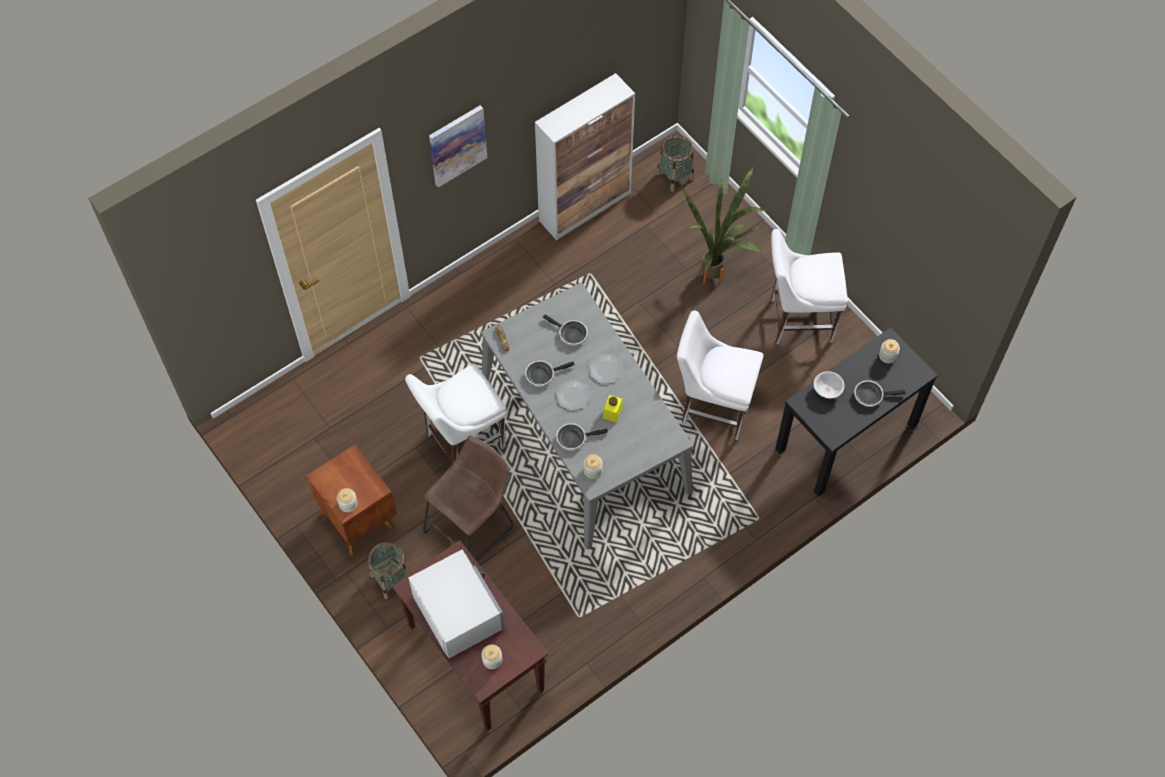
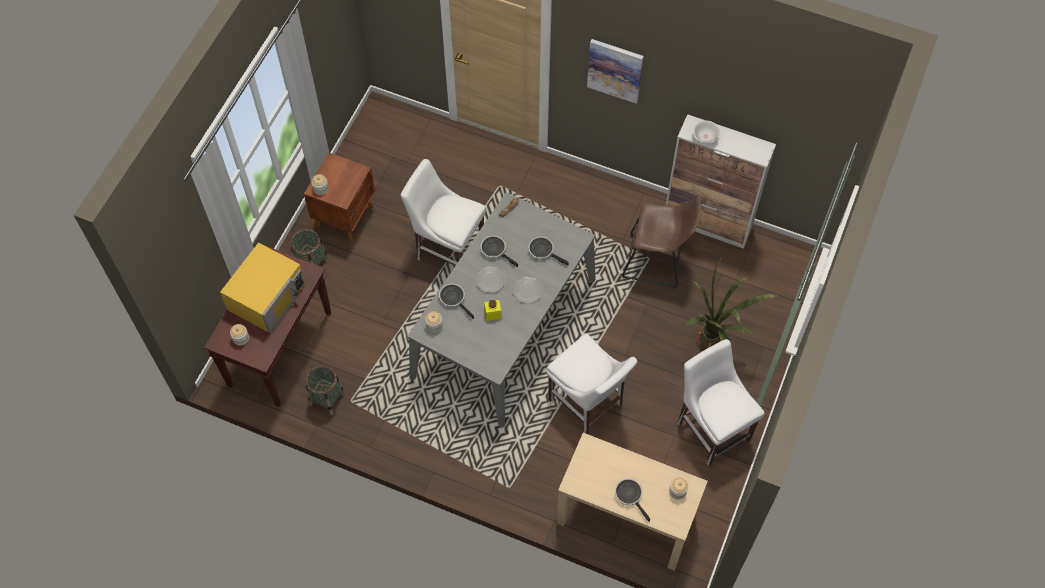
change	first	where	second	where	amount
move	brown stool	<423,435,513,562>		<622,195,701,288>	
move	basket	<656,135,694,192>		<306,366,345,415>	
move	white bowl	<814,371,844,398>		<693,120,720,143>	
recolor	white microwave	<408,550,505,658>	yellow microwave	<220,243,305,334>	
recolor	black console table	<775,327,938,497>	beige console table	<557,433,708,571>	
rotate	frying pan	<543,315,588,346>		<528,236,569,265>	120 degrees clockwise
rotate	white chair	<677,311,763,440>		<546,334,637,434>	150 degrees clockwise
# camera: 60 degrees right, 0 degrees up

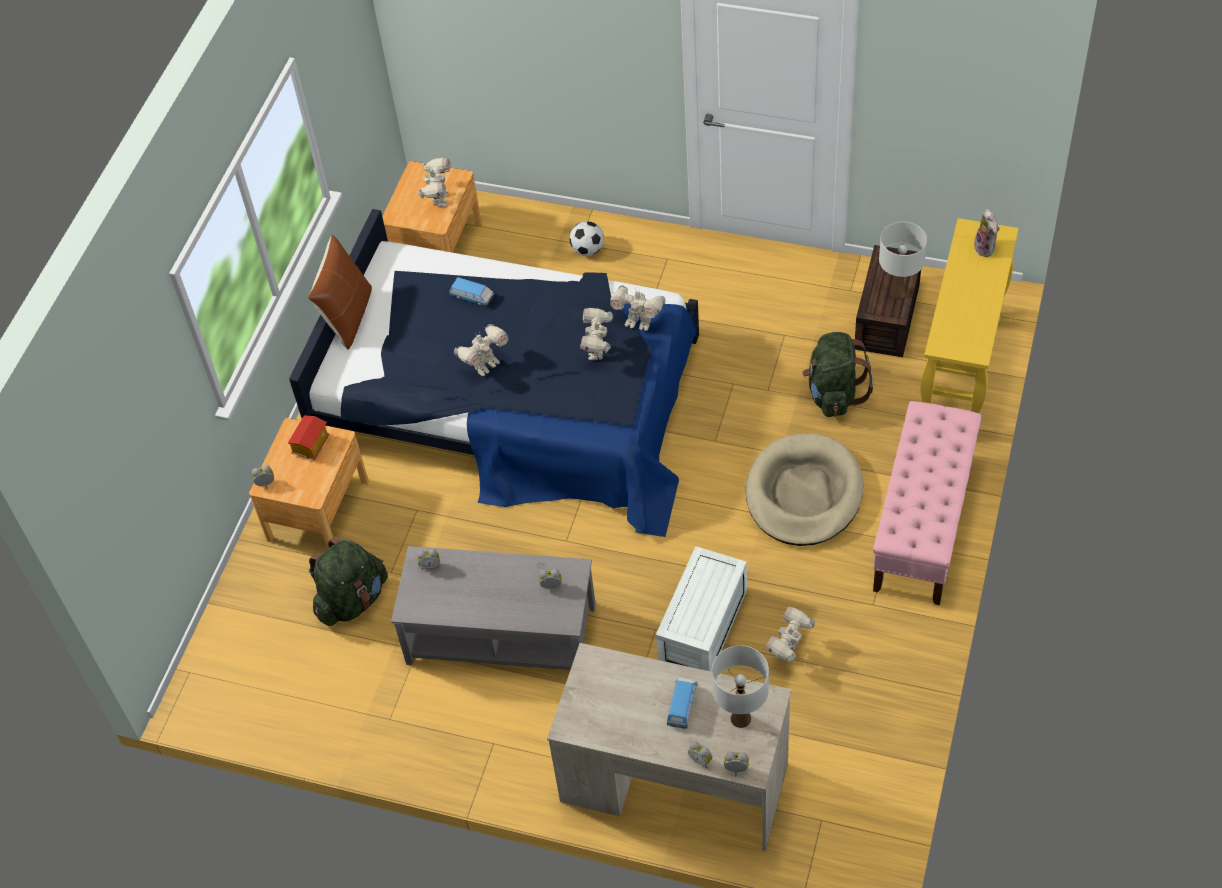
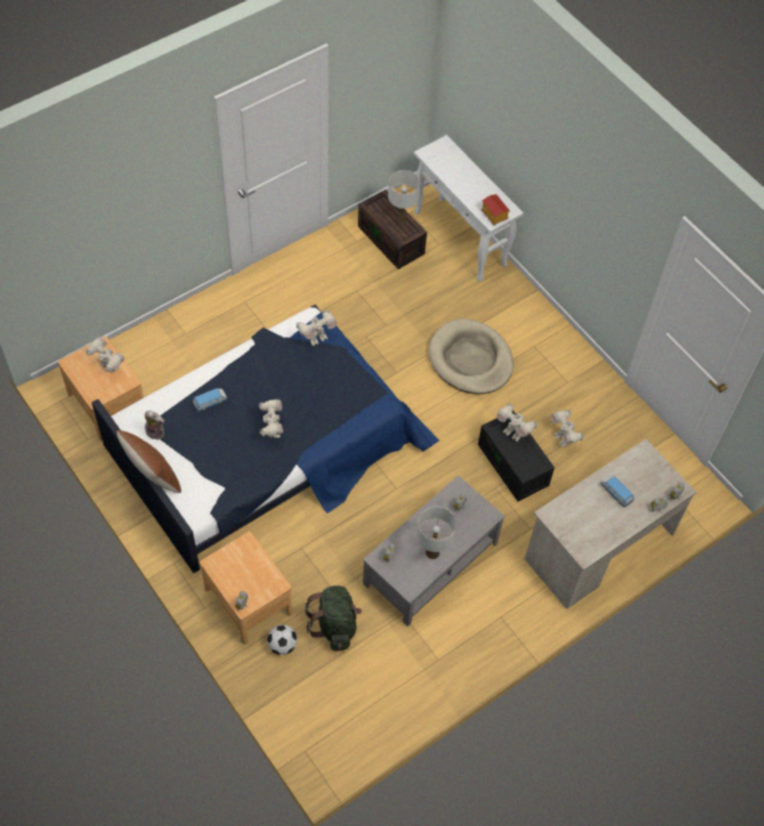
change	first	where	second	where	amount
delete	green backpack	<802,332,874,417>			
delete	pink bench	<873,401,981,605>			
move	toy house	<288,415,330,460>		<481,194,510,225>	
move	football	<570,221,604,256>		<267,625,297,655>	
move	toy robot	<580,308,613,360>		<497,404,537,441>	
move	white table lamp	<712,645,769,728>		<417,507,456,559>	
move	plush toy	<974,209,1000,257>		<145,411,165,440>	
recolor	white storage box	<656,546,747,672>	black storage box	<478,411,555,502>	
recolor	yellow console table	<920,218,1019,413>	white console table	<414,135,523,282>	
# camera: 60 degrees left, 5 degrees up

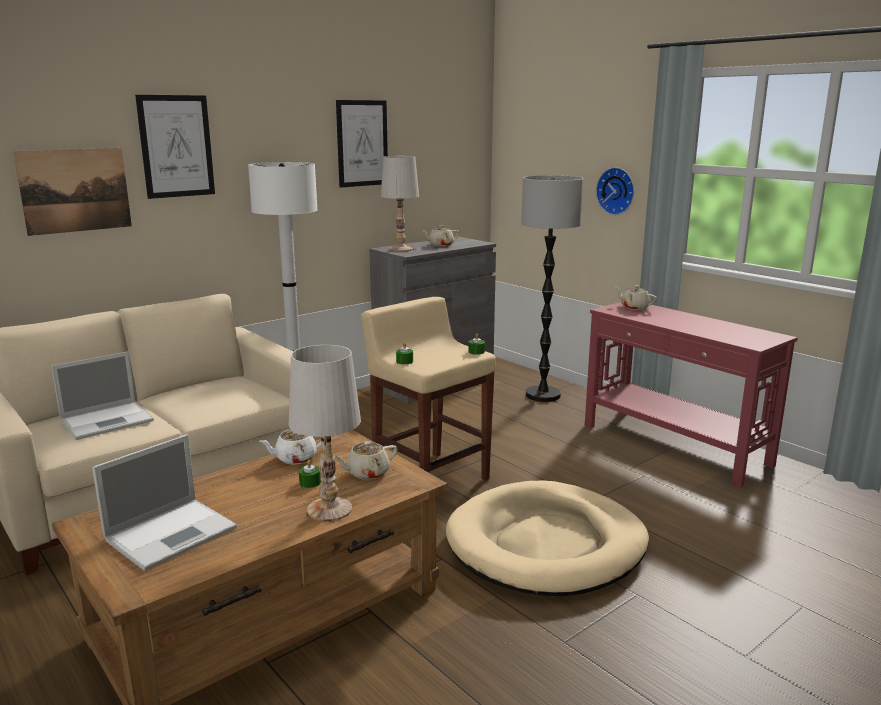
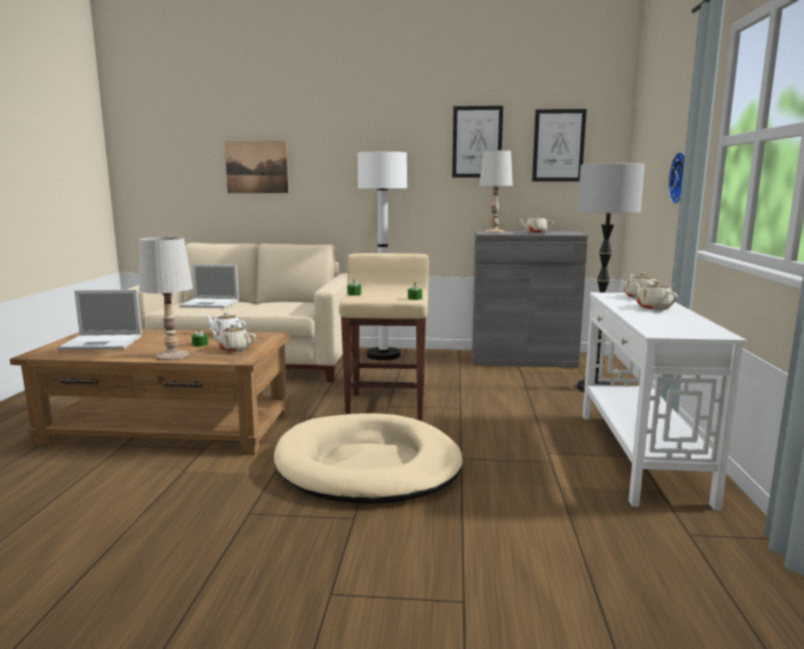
change	first	where	second	where	amount
insert			beige teapot	<634,281,678,310>	
move	picture	<135,95,215,199>		<532,109,587,181>	
recolor	red console table	<585,302,798,487>	white console table	<583,292,747,511>	
# camera: 45 degrees right, 5 degrees down

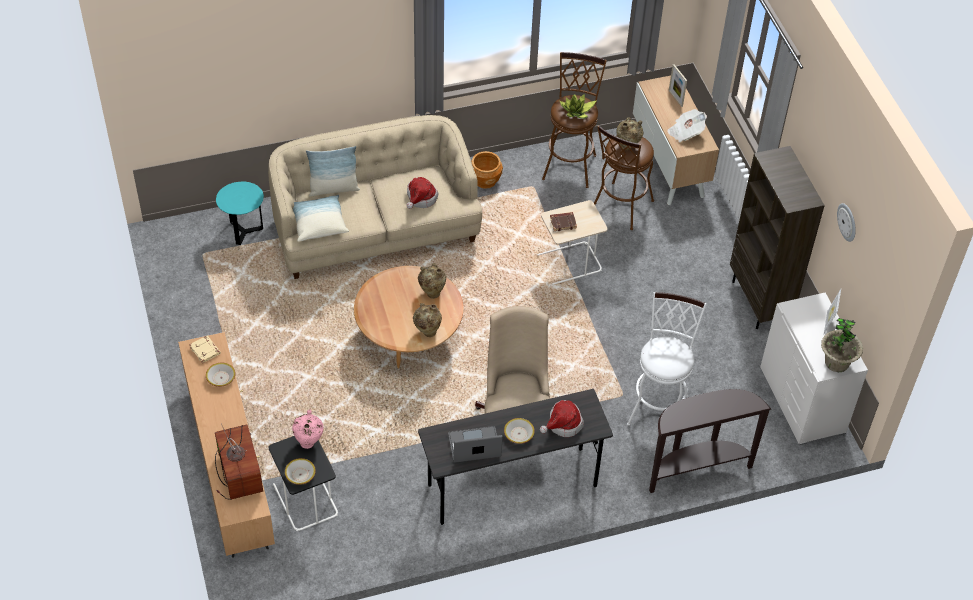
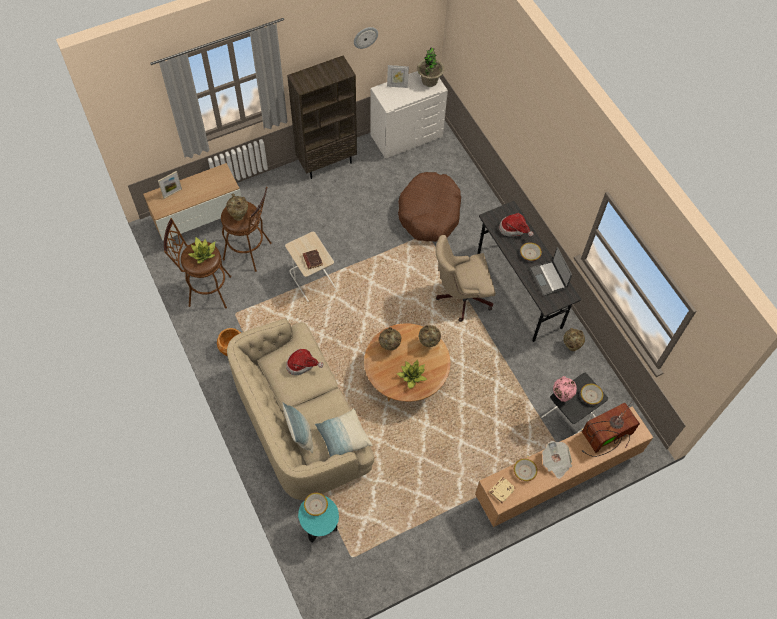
change	first	where	second	where	amount
delete	brown console table	<649,389,771,493>			
insert			bowl	<304,493,328,516>	
insert			potted plant	<397,360,427,389>	
insert			beige vase	<563,328,585,351>	
move	newspaper	<667,109,707,142>		<542,441,572,479>	
replace	white stool	<627,292,706,426>	brown dog bed	<398,172,461,242>	
# camera: 100 degrees left, 10 degrees up

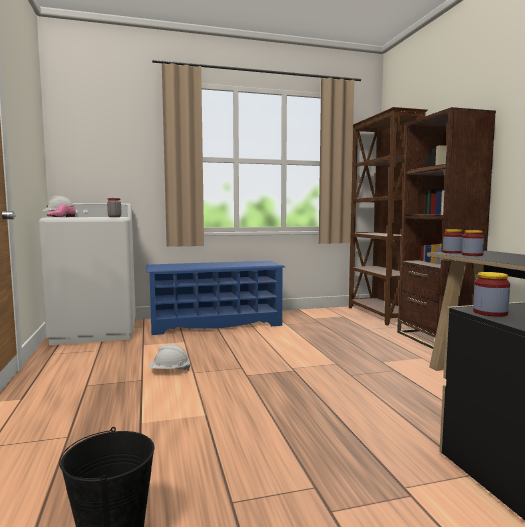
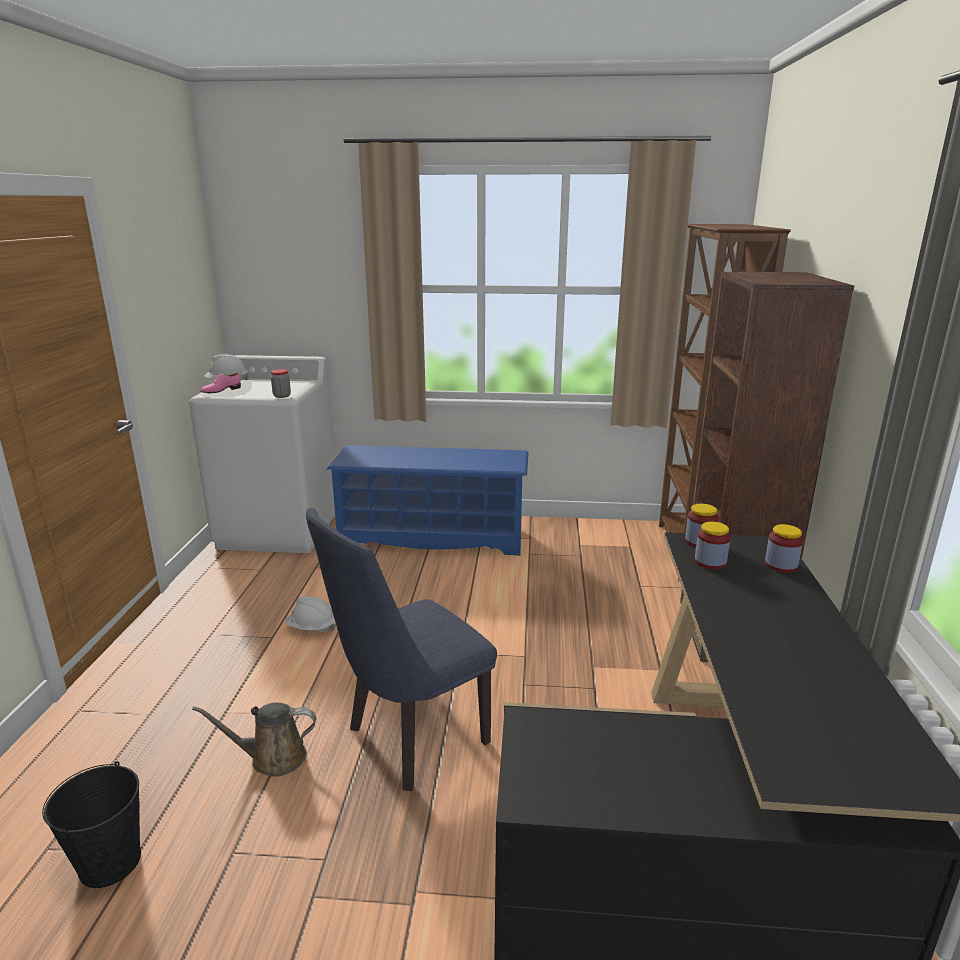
change	first	where	second	where	amount
insert			brown watering can	<192,702,317,777>	
insert			blue chair	<306,508,497,791>	
move	jar	<473,272,510,317>		<765,524,803,573>	
# camera: 20 degrees right, 15 degrees up

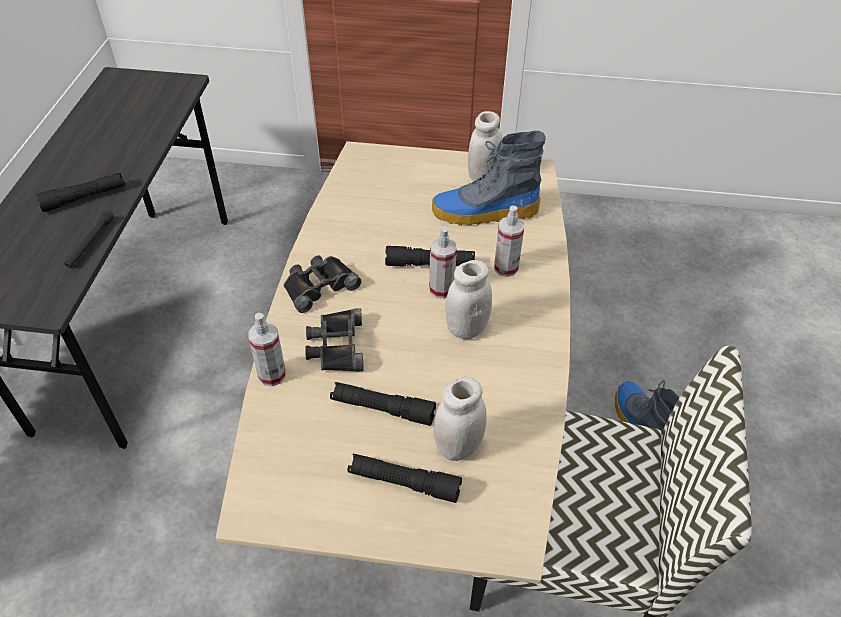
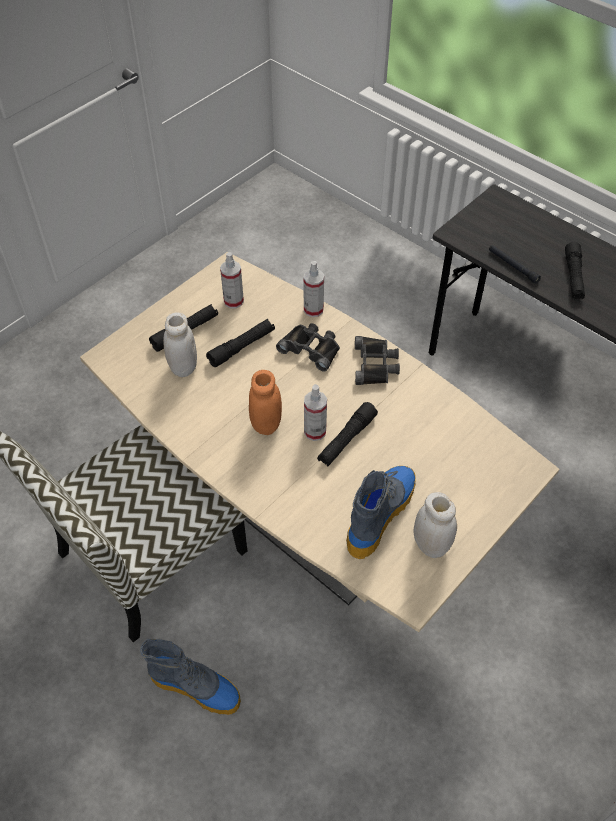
change	first	where	second	where	amount
move	spray bottle	<494,206,524,277>		<220,252,244,308>	
recolor	white jar	<446,260,492,339>	orange jar	<249,370,282,435>	
# camera: 125 degrees right, 5 degrees up

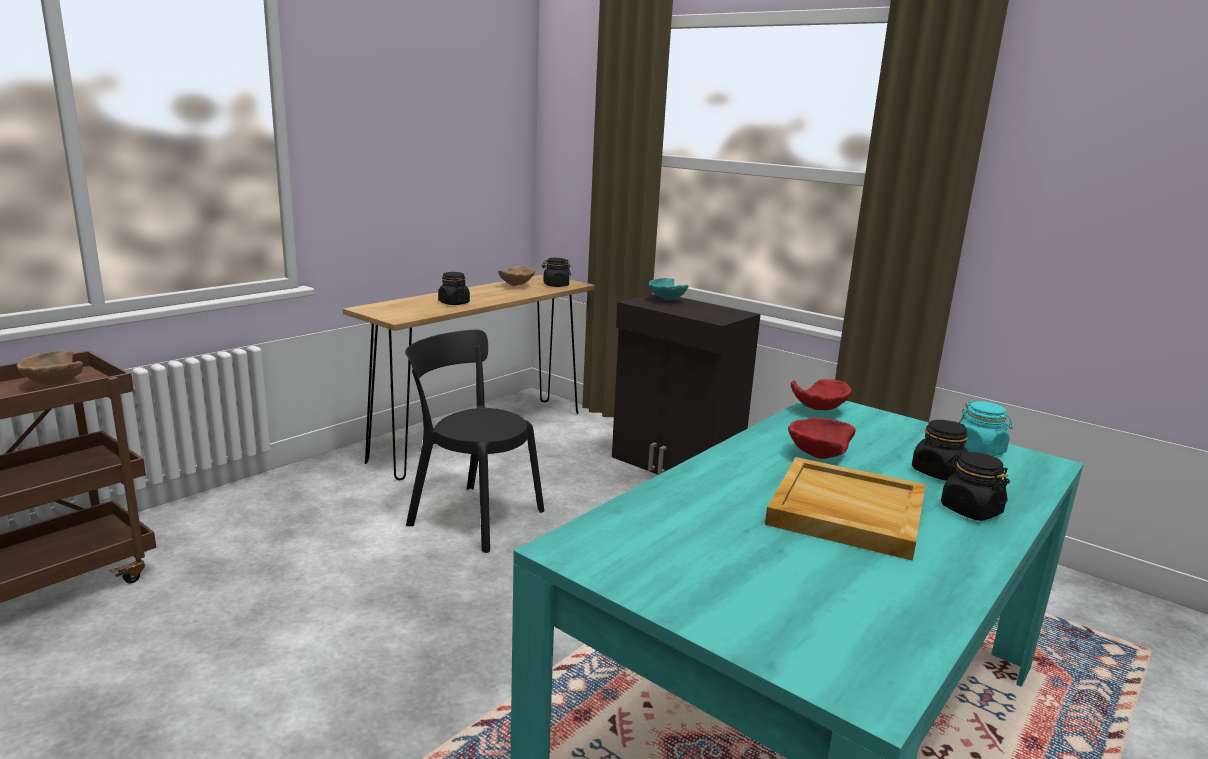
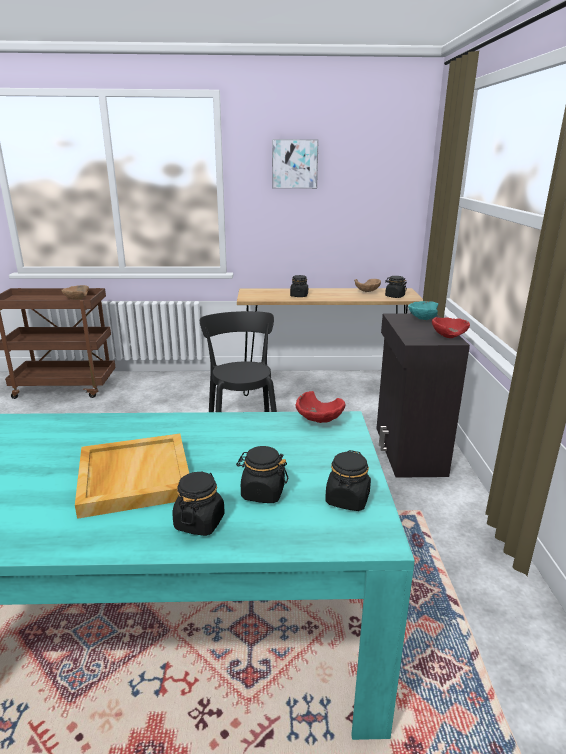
change	first	where	second	where	amount
insert			picture	<272,139,319,189>	
move	red bowl	<788,417,856,459>		<432,317,470,338>	
recolor	turquoise jar	<959,401,1013,456>	black jar	<325,450,371,511>	
# camera: 50 degrees right, 5 degrees up

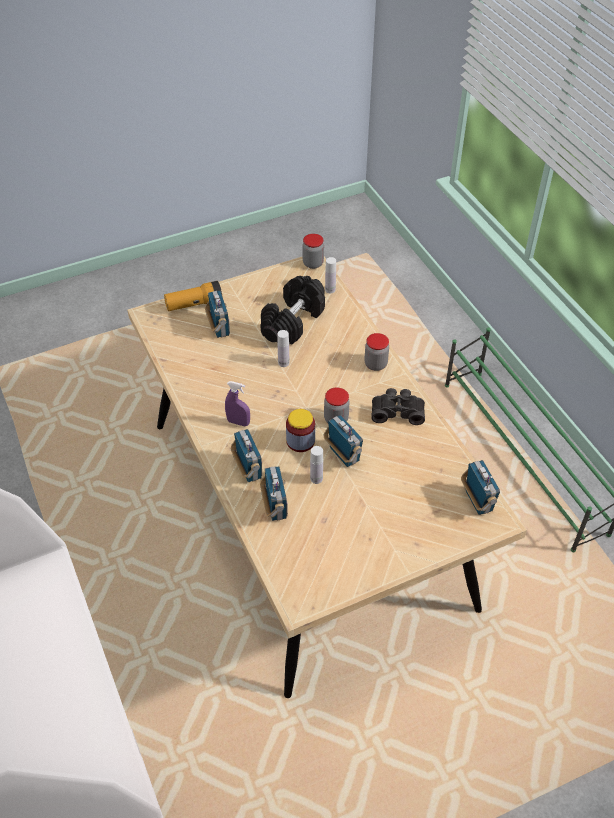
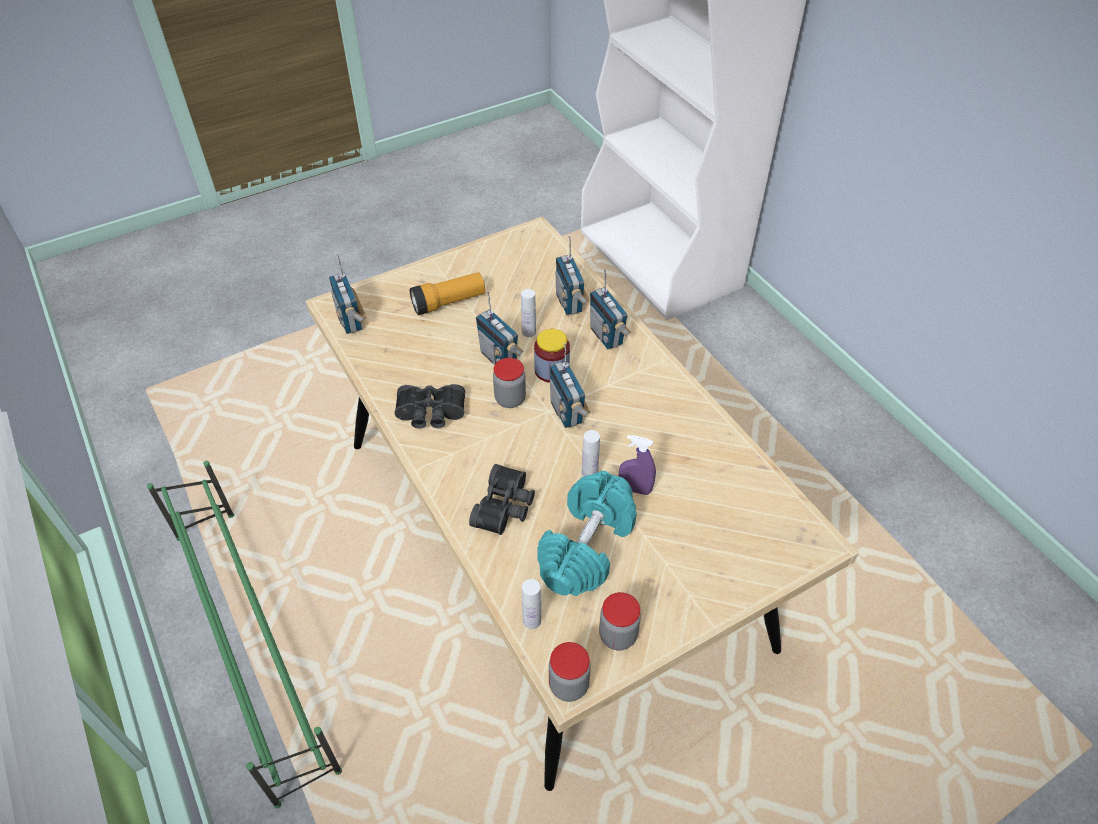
change	first	where	second	where	amount
insert			black binoculars	<469,464,535,535>	
move	flashlight	<164,281,223,311>		<410,272,485,315>	
move	radio	<205,291,230,338>		<550,343,590,428>	
move	purple spray bottle	<225,381,250,426>		<619,435,656,495>	
move	jar	<364,333,389,371>		<599,592,641,650>	
recolor	black dumbbell	<260,276,325,345>	turquoise dumbbell	<537,471,637,596>	
# camera: 175 degrees right, 0 degrees up

